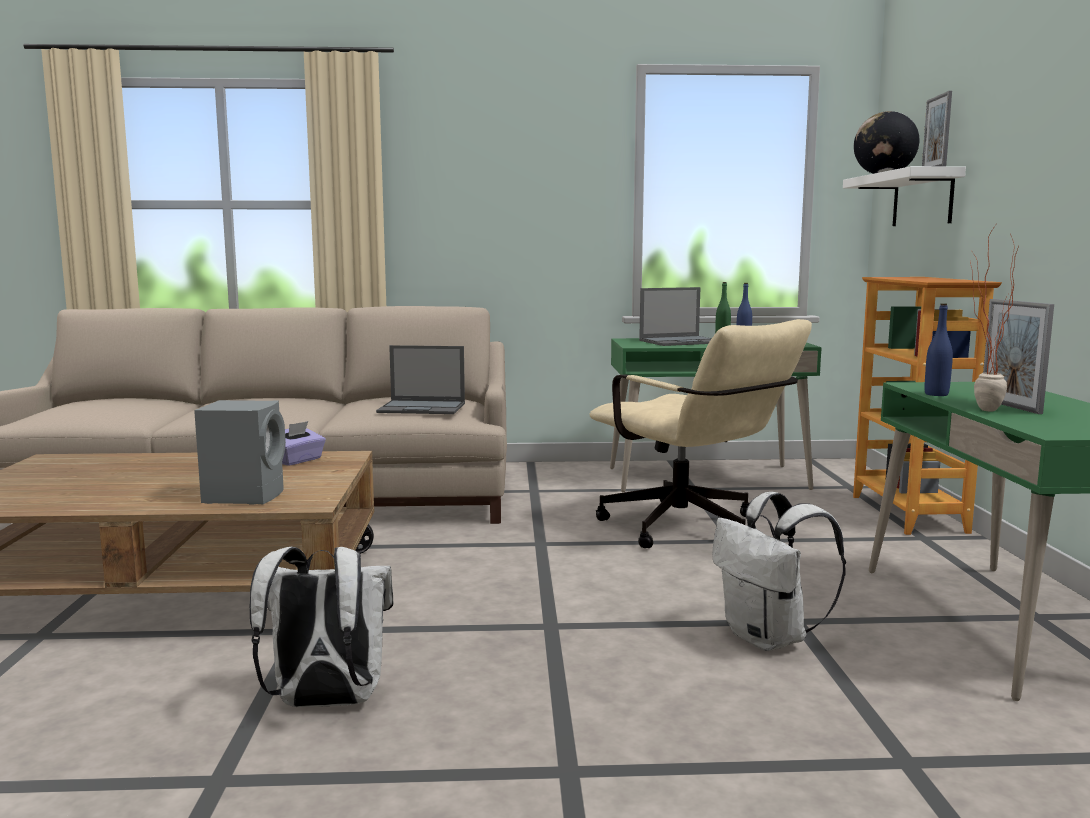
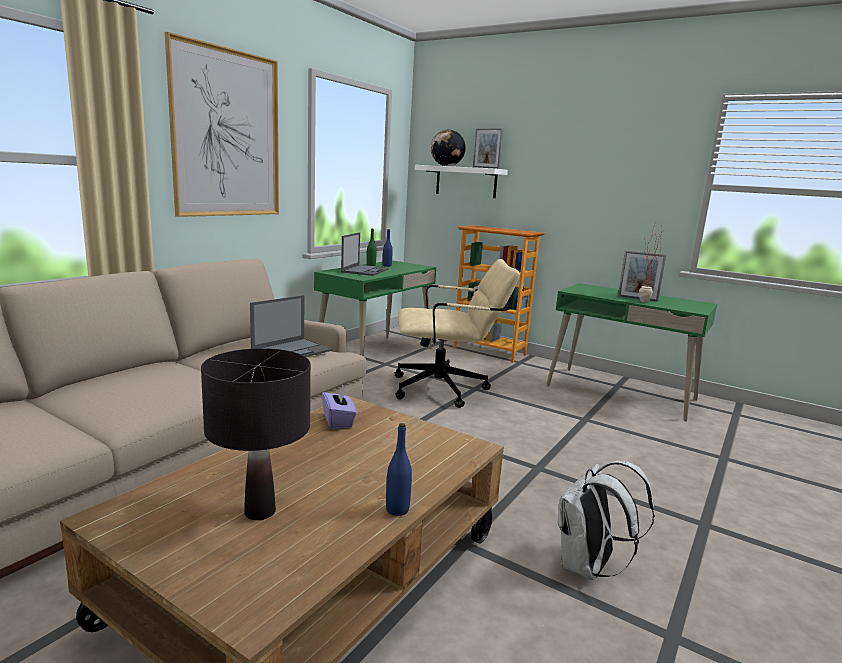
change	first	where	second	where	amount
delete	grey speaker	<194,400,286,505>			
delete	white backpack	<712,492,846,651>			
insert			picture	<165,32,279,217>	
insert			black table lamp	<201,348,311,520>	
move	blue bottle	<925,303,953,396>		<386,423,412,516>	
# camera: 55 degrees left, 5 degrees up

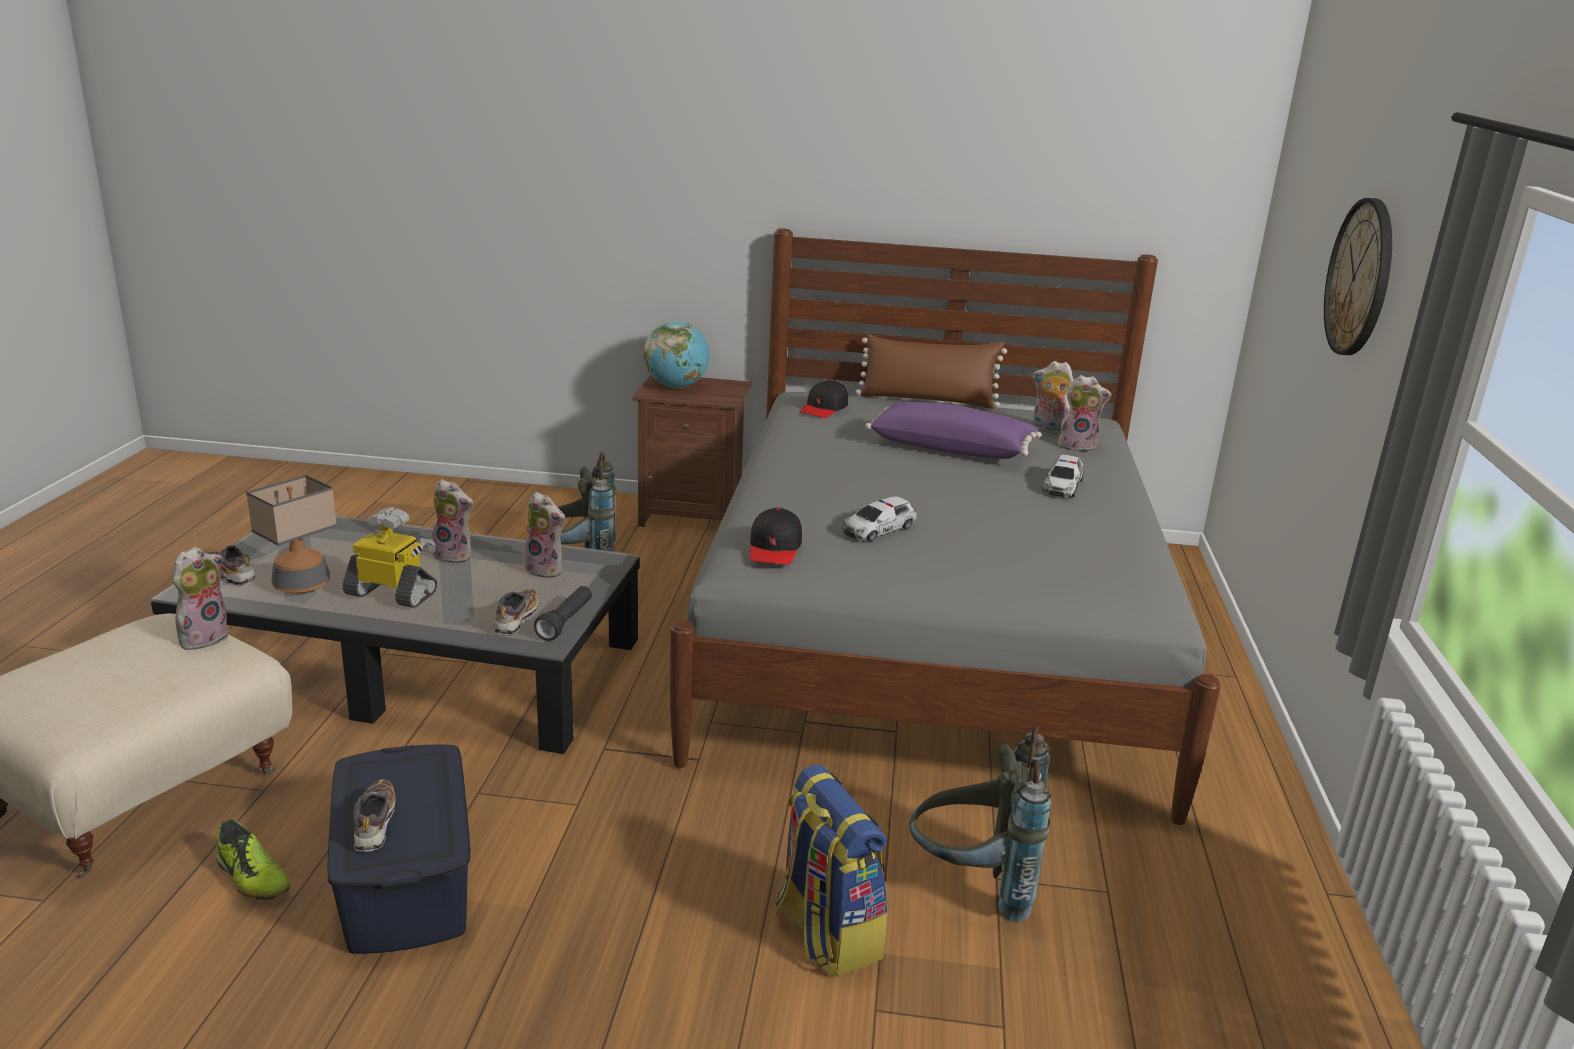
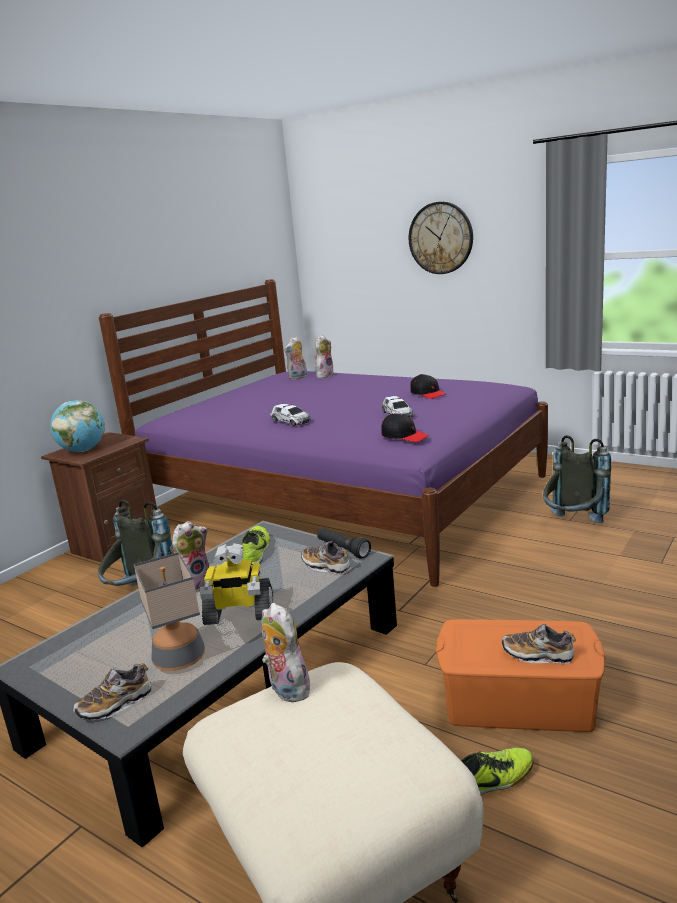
change	first	where	second	where	amount
delete	backpack	<775,765,888,977>			
delete	brown pillow	<856,334,1007,409>			
delete	purple pillow	<865,402,1042,459>			
move	black cap	<800,379,848,418>		<411,374,447,399>	
move	toy car	<1043,455,1084,497>		<270,404,311,426>	
replace	plush toy	<519,492,565,579>	shoe	<241,526,270,565>	
recolor	blue storage box	<327,745,470,954>	orange storage box	<436,619,606,732>	
recolor	grey bed	<670,228,1221,825>	purple bed	<99,279,548,587>	
rotate	toy robot	<343,507,437,608>		<200,543,273,625>	135 degrees counterclockwise
# camera: 60 degrees left, 5 degrees down

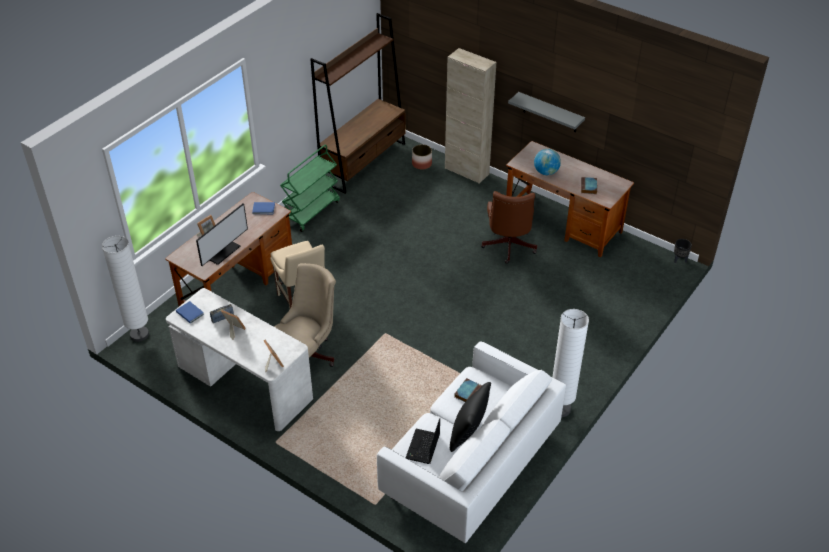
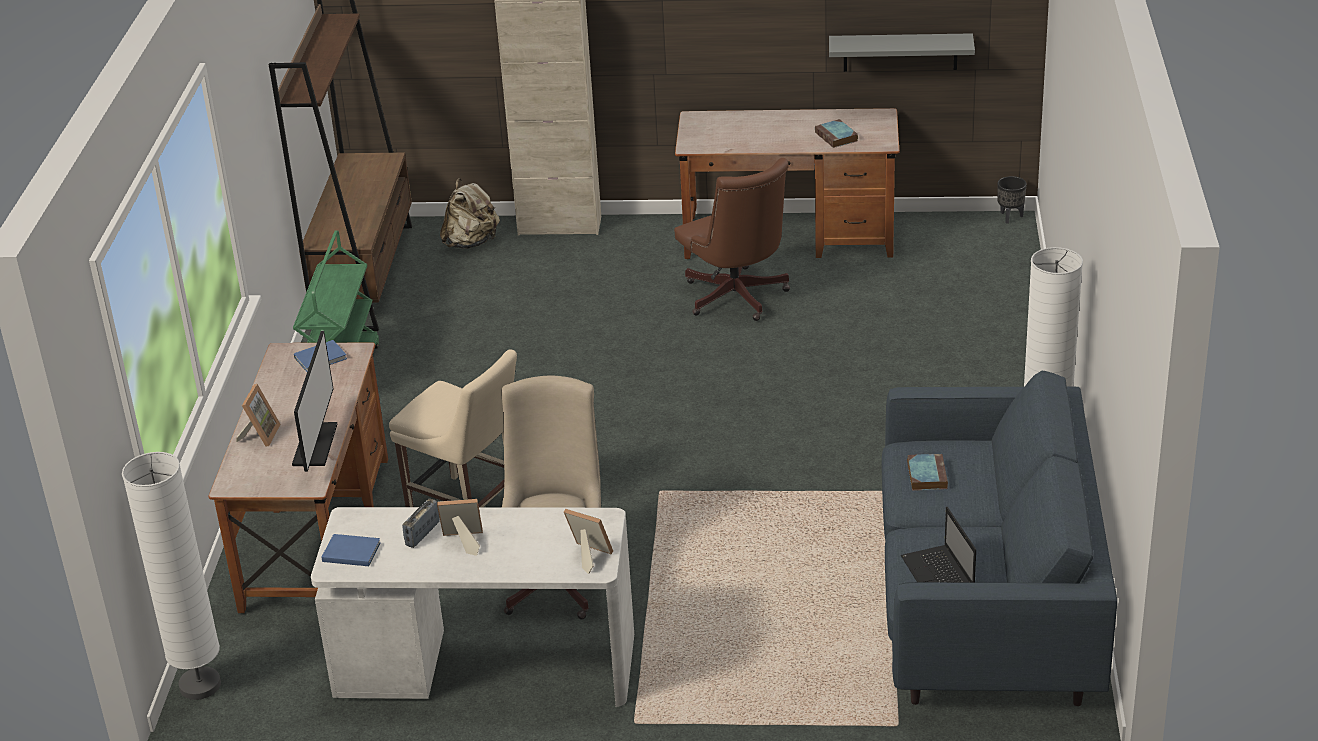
change	first	where	second	where	amount
delete	black pillow	<450,382,491,452>			
delete	globe	<534,149,561,175>			
move	grey shelf	<508,92,585,132>		<829,33,975,72>	
replace	planter	<412,144,432,170>	beige backpack	<440,178,500,249>	
recolor	white sofa	<377,341,566,543>	blue sofa	<882,370,1117,706>	
# camera: 30 degrees left, 10 degrees down

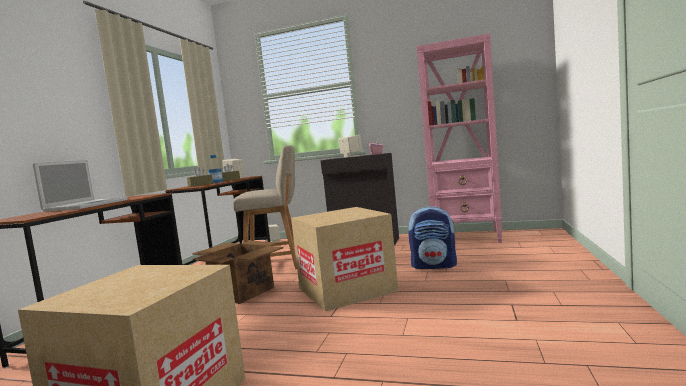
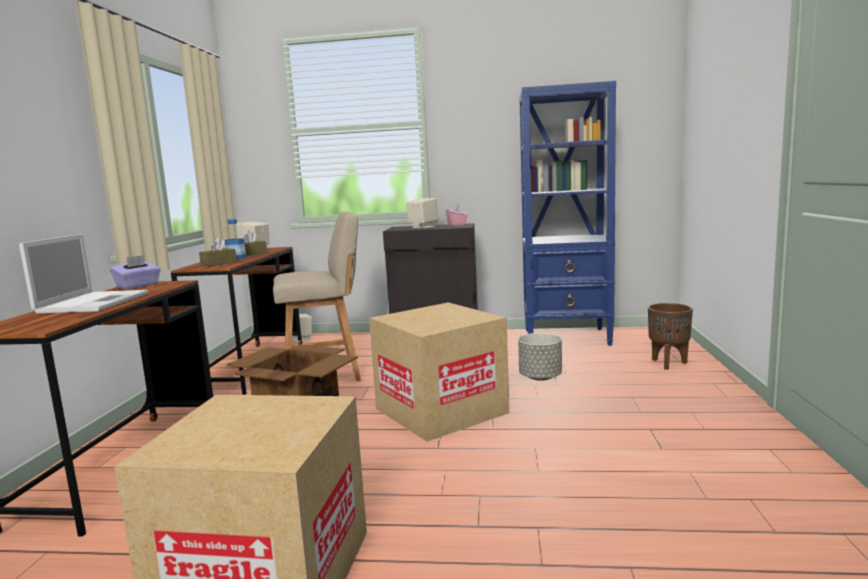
change	first	where	second	where	amount
insert			purple tissue box	<110,255,161,289>	
insert			brown planter	<648,303,693,370>	
replace	backpack	<408,206,457,269>	grey planter	<518,333,562,381>	
recolor	pink bookcase	<417,33,502,243>	blue bookcase	<519,81,616,346>	
# camera: 10 degrees left, 5 degrees up

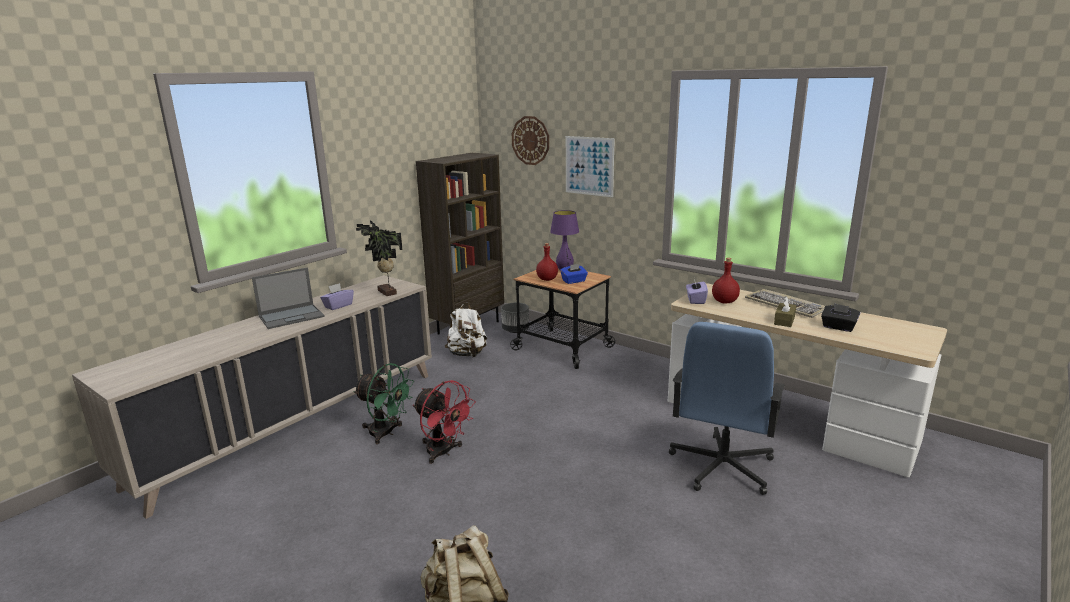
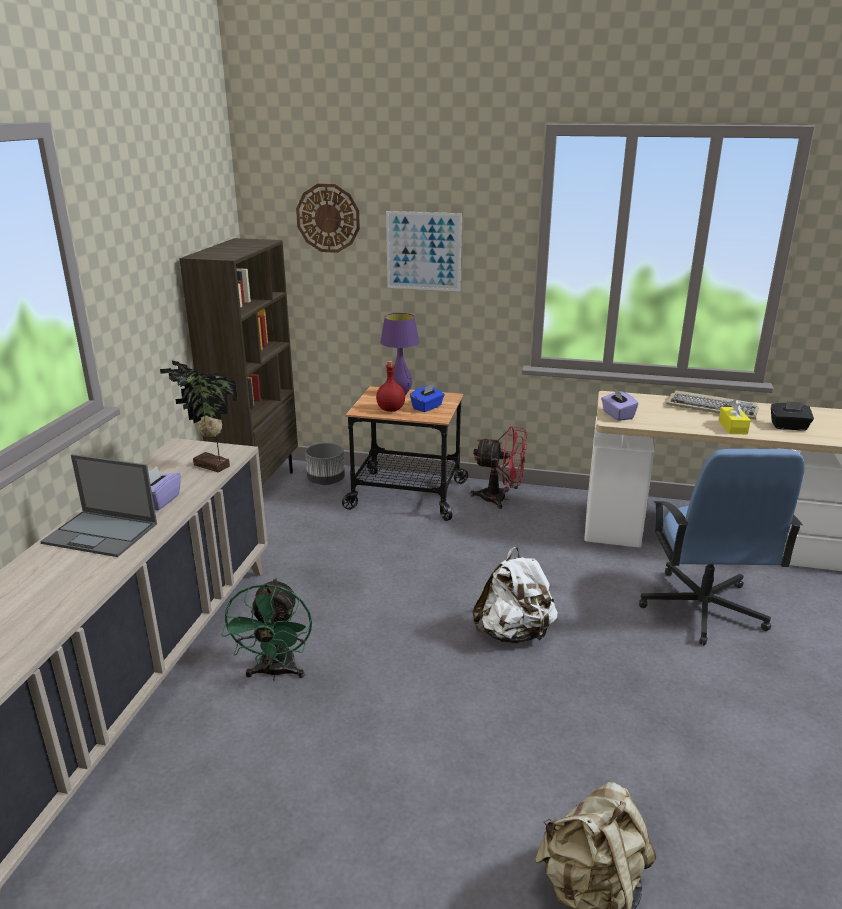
change	first	where	second	where	amount
delete	red bottle	<712,258,740,304>			
move	red fan	<413,380,476,464>		<470,426,527,509>	
move	white backpack	<445,302,487,357>		<472,547,558,643>	
recolor	brown tissue box	<774,296,796,327>	yellow tissue box	<718,399,751,434>	
rotate	laptop	<252,267,325,329>		<40,454,157,557>	75 degrees clockwise
rotate	green fan	<353,363,414,444>		<221,578,312,680>	90 degrees clockwise
# camera: 25 degrees left, 5 degrees up

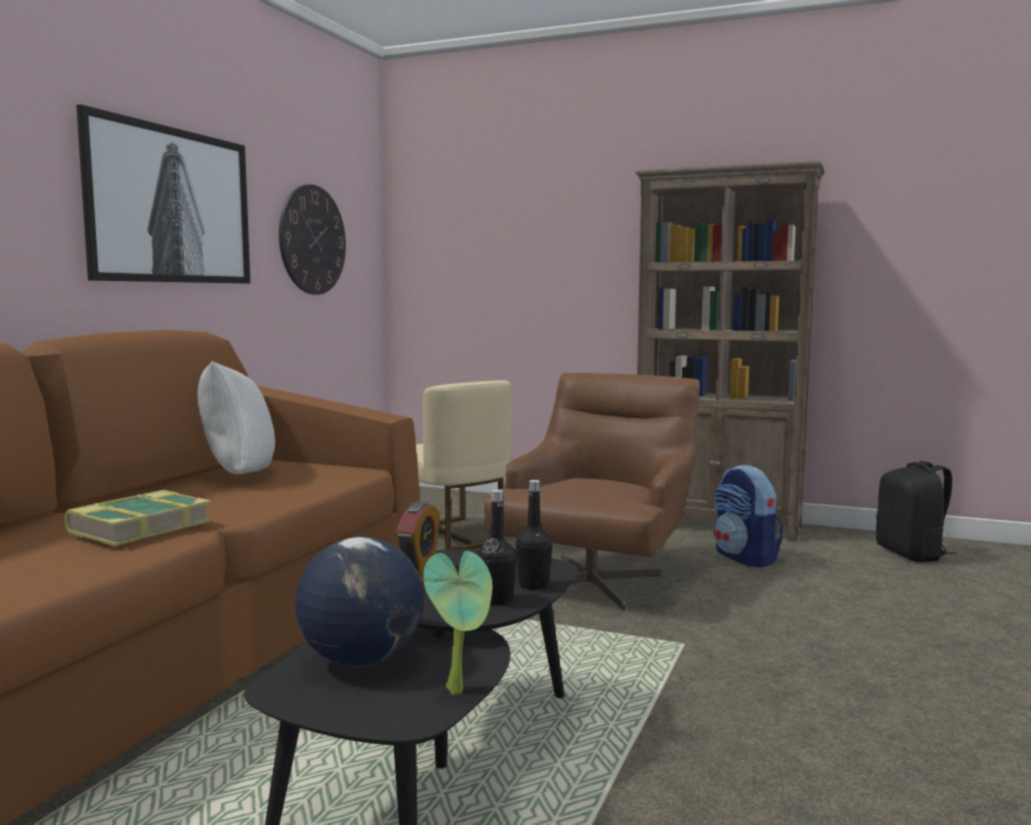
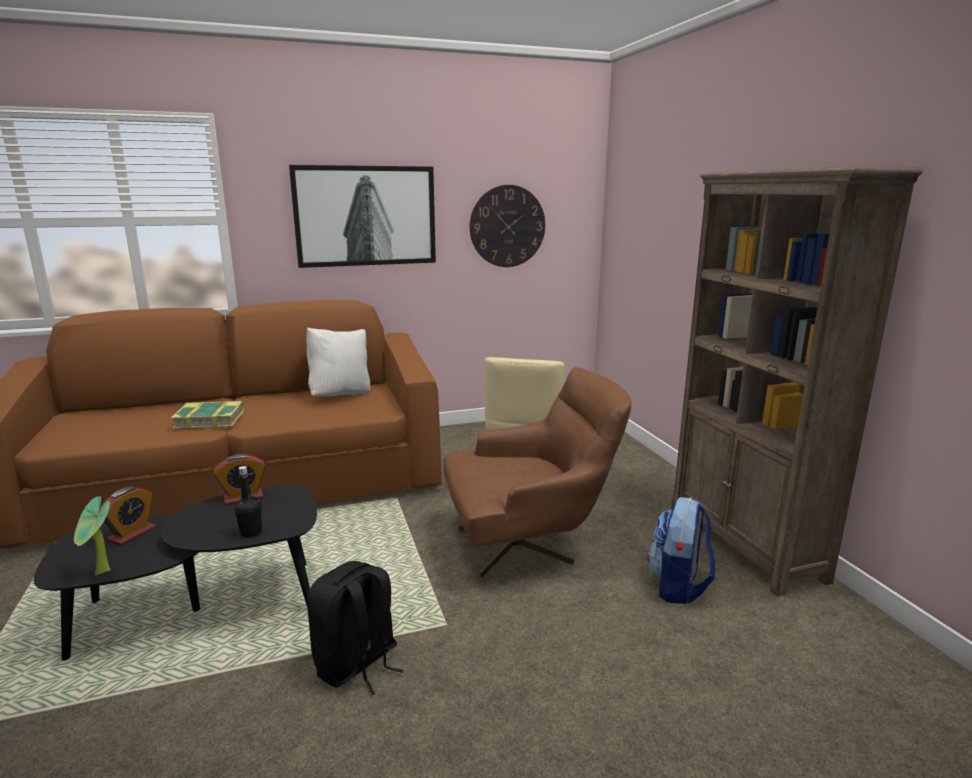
change	first	where	second	where	amount
delete	black bottle	<478,489,517,605>			
move	black backpack	<876,461,956,562>		<307,561,404,695>	
replace	globe	<295,537,424,667>	alarm clock	<99,487,156,546>	
# camera: 50 degrees right, 10 degrees up

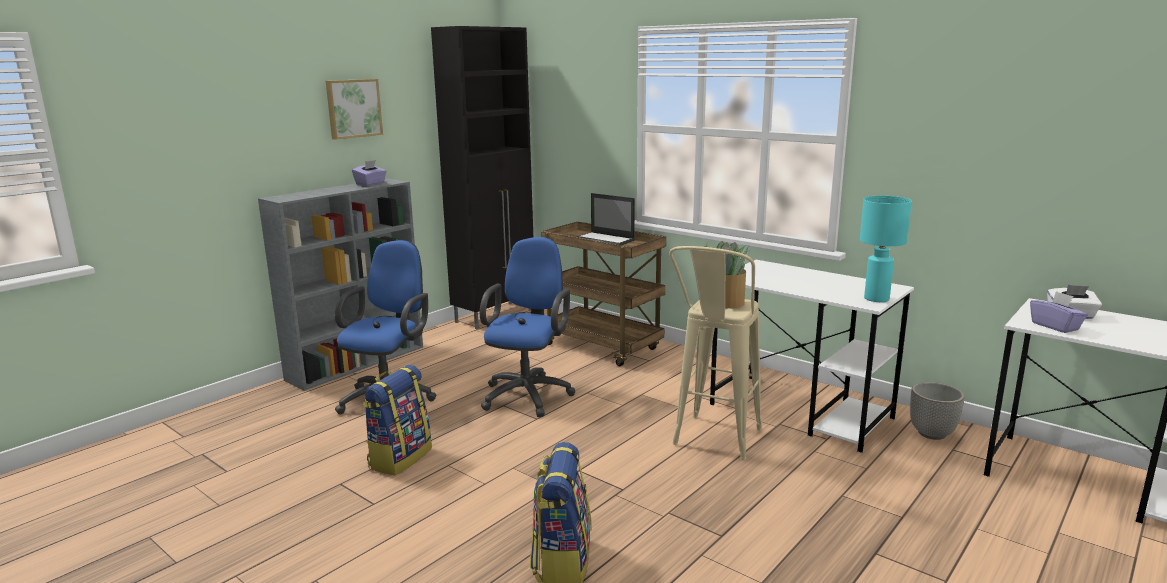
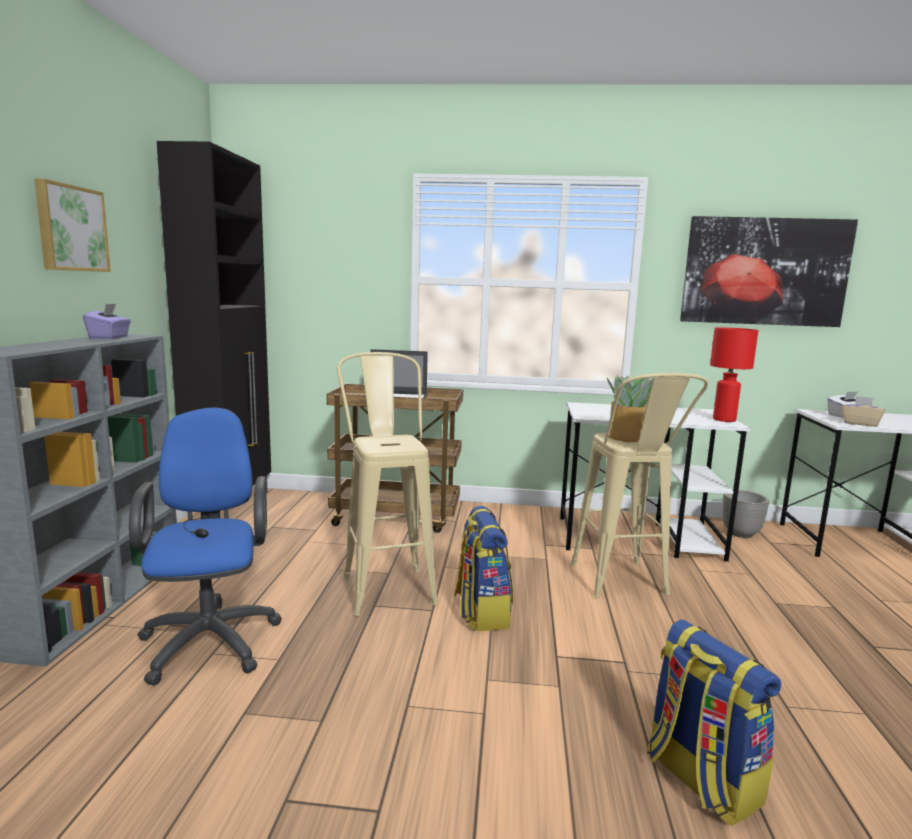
change	first	where	second	where	amount
insert			picture	<680,216,858,327>	
move	backpack	<363,365,432,475>		<454,506,513,631>	
replace	blue office chair	<480,237,575,417>	beige stool	<337,352,438,616>	
recolor	turquoise table lamp	<860,196,912,302>	red table lamp	<710,327,758,422>	
recolor	purple tissue box	<1030,291,1088,333>	beige tissue box	<842,396,885,427>	
# camera: 35 degrees left, 5 degrees down

